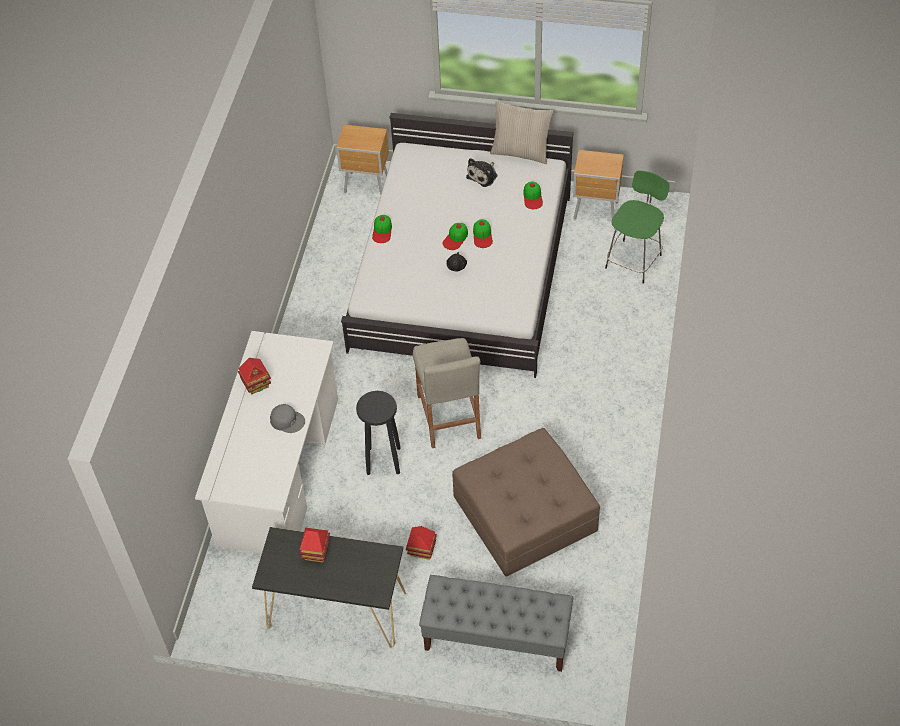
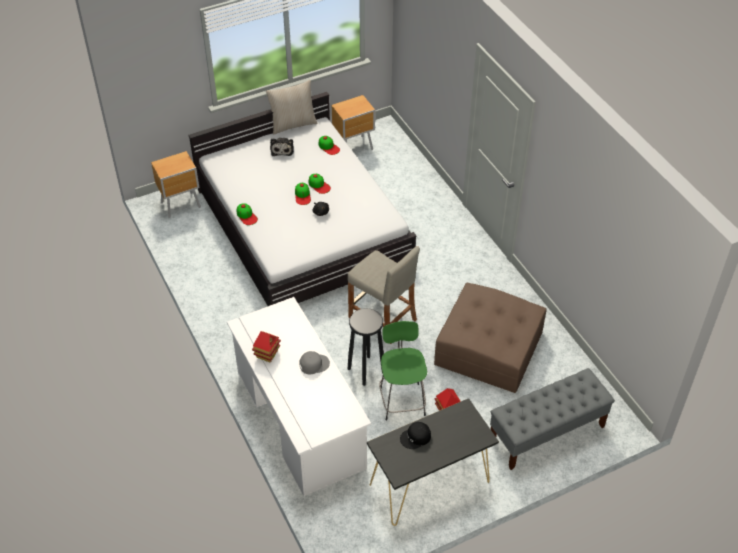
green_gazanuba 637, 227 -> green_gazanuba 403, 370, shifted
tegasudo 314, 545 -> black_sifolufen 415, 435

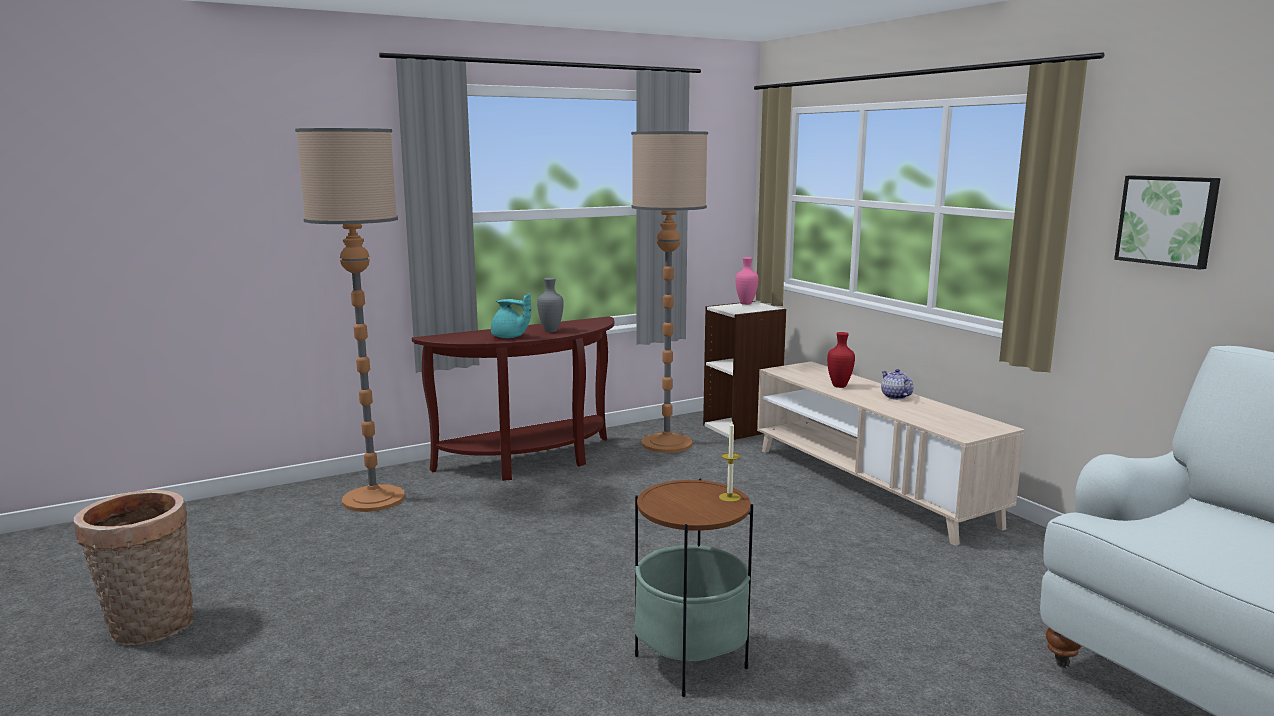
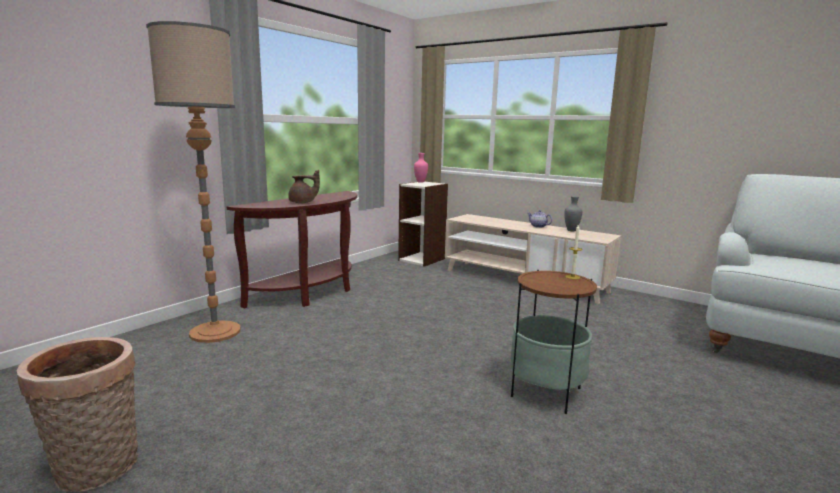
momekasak 669, 292 -> none
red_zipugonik 841, 360 -> none
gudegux 1167, 223 -> none
grey_zipugonik 550, 305 -> grey_zipugonik 573, 213, shifted
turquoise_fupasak 511, 315 -> brown_fupasak 304, 186

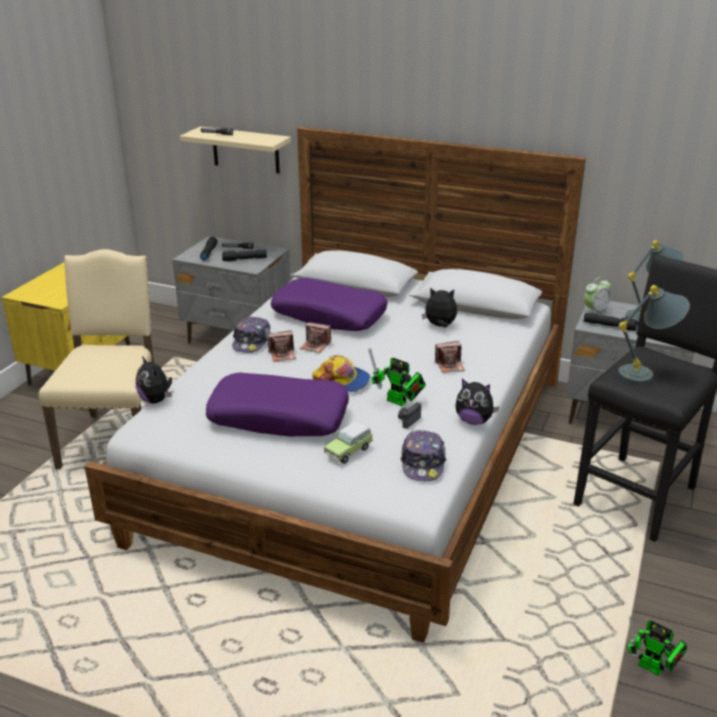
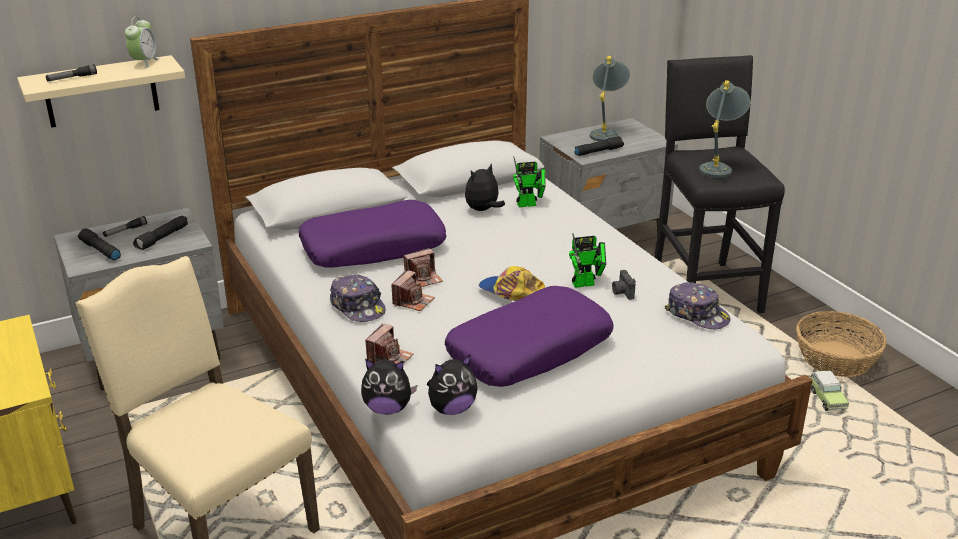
none -> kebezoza 841, 344
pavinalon 348, 442 -> pavinalon 830, 391, shifted
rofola 450, 357 -> rofola 389, 343, shifted
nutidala 477, 402 -> nutidala 452, 385, shifted
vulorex 597, 295 -> vulorex 142, 42, shifted
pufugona 657, 646 -> pufugona 529, 182, shifted
sifolufen 341, 373 -> sifolufen 512, 283, 120 degrees counterclockwise

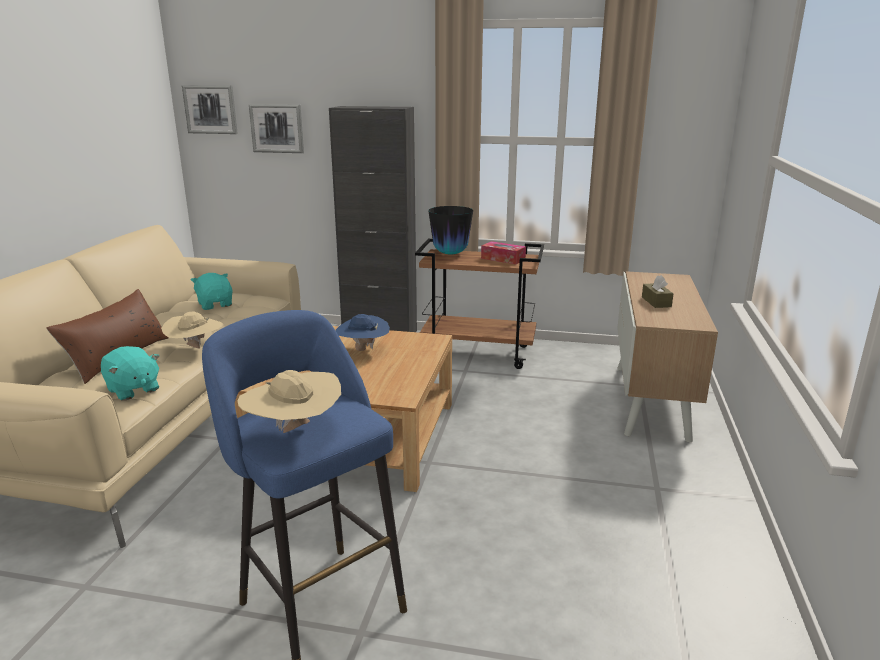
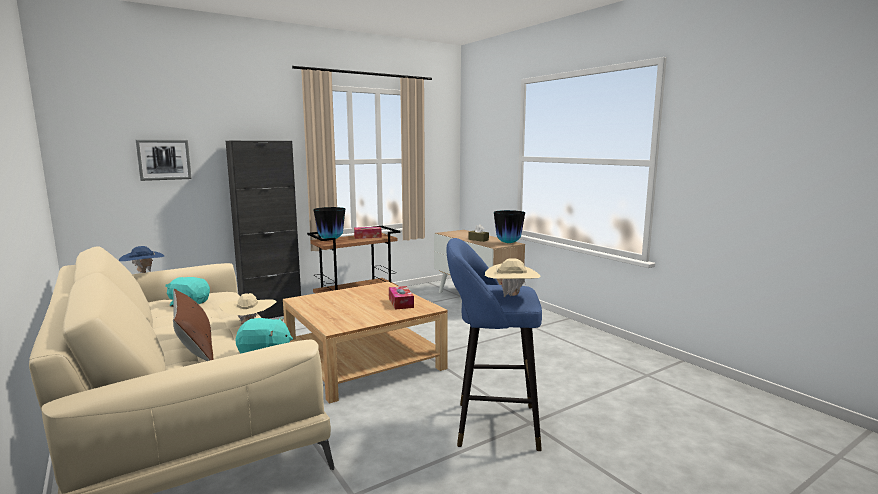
gudegux 210, 109 -> none
none -> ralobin 401, 297
none -> zipugonik 509, 226
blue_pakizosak 362, 332 -> blue_pakizosak 141, 259, shifted

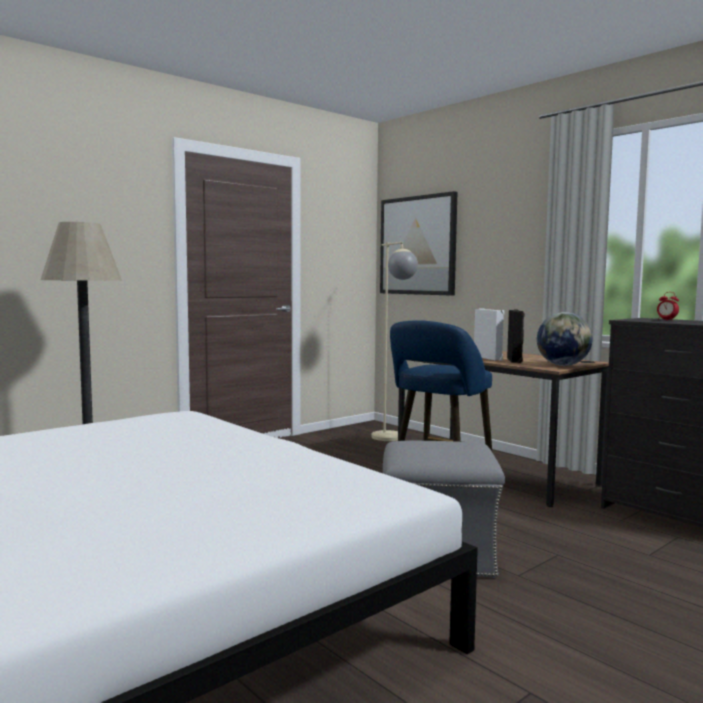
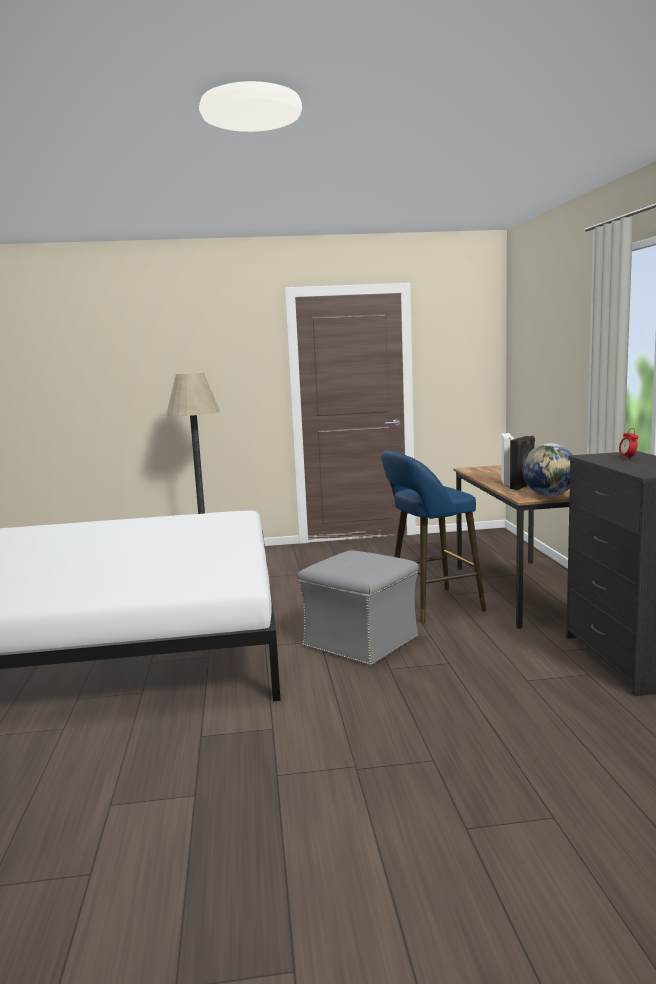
beige_momekasak 394, 341 -> none
gudegux 418, 243 -> none

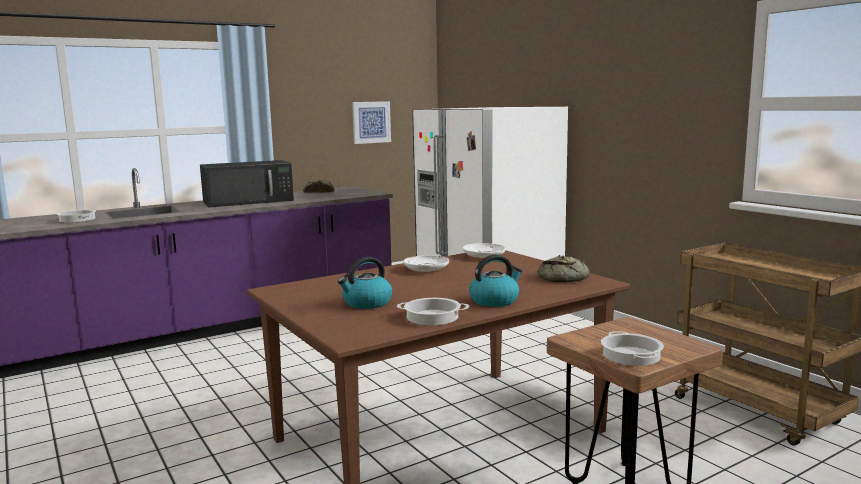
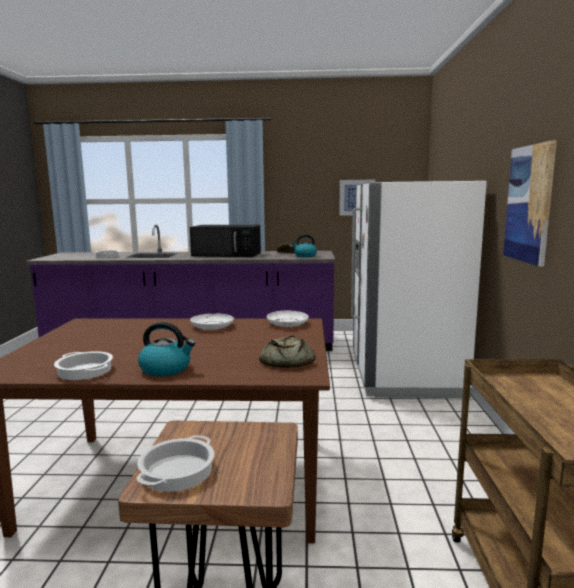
none -> gudegux 530, 203
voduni 365, 283 -> voduni 304, 245, shifted

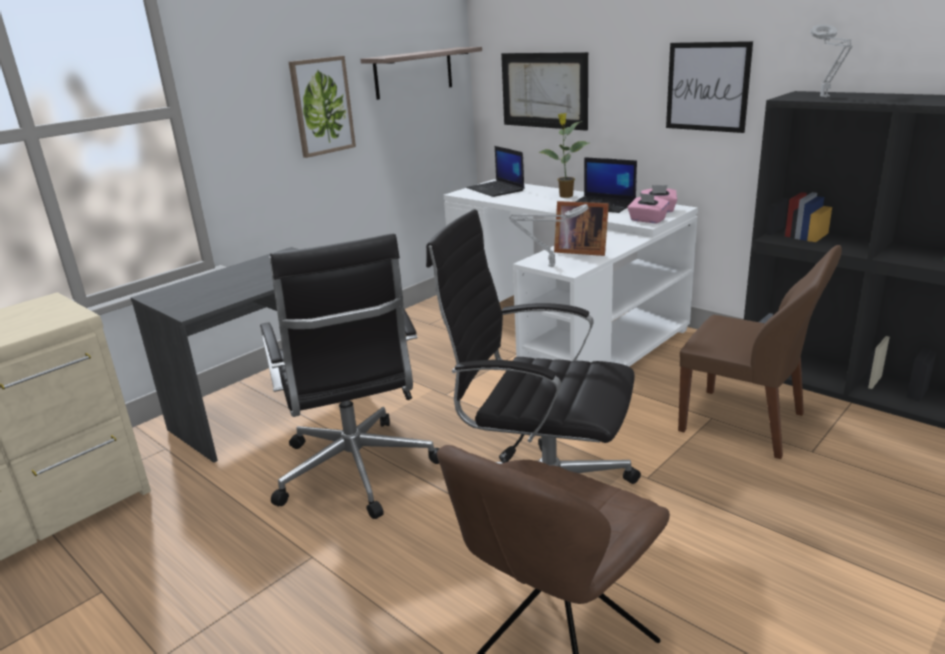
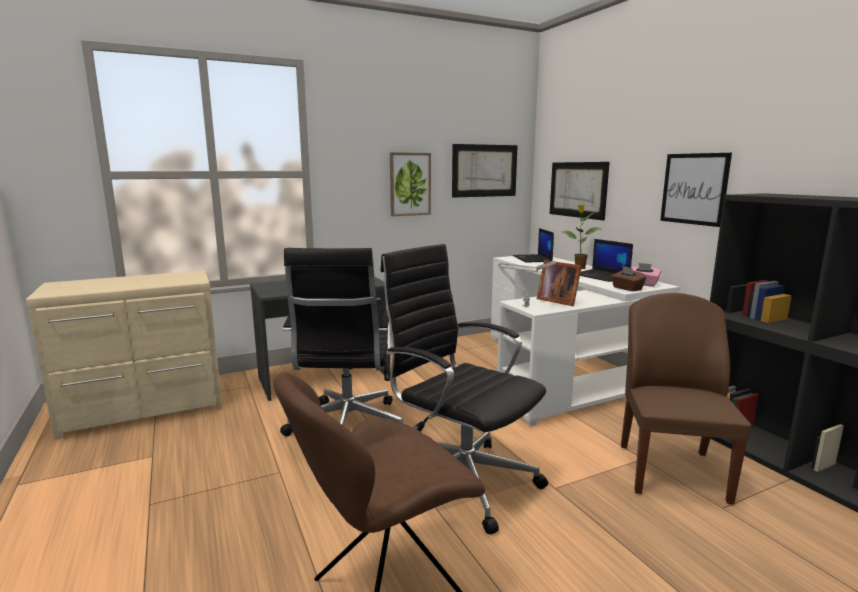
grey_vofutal 832, 61 -> none
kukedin 421, 73 -> gudegux 485, 171
pink_ralobin 648, 208 -> brown_ralobin 629, 278
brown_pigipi 760, 352 -> brown_pigipi 686, 398, 135 degrees counterclockwise

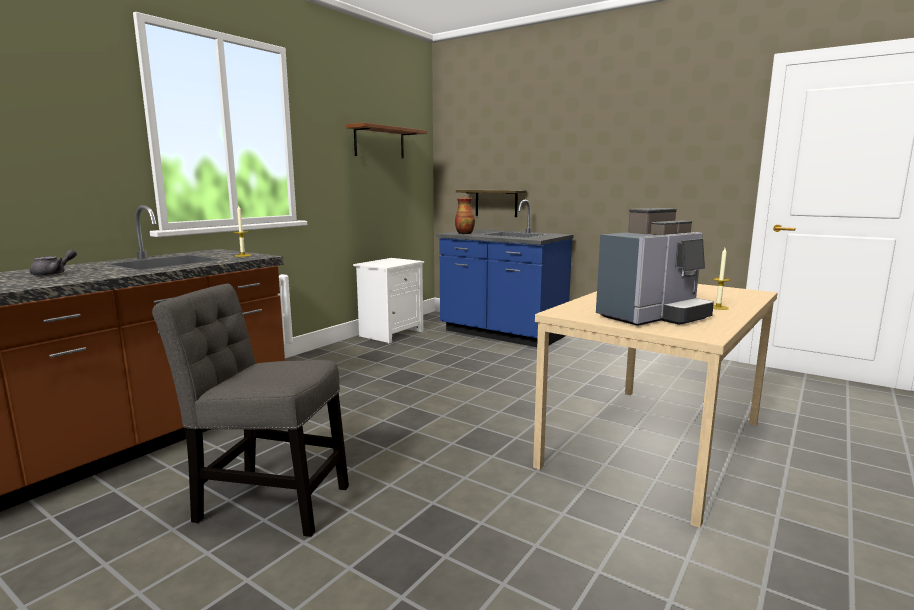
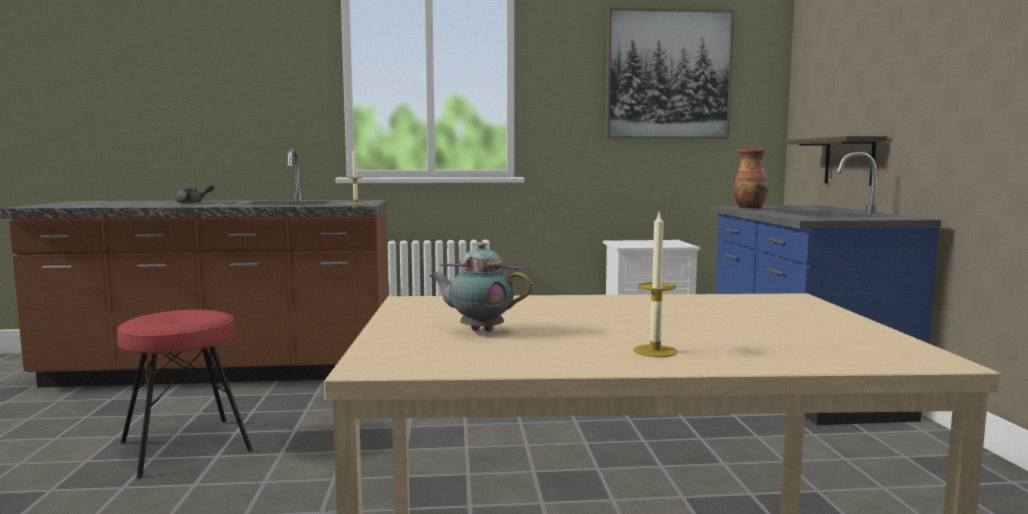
grey_pigipi 250, 410 -> red_gazanuba 185, 394
brown_kukedin 386, 141 -> gudegux 670, 73
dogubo 655, 267 -> fupasak 481, 287

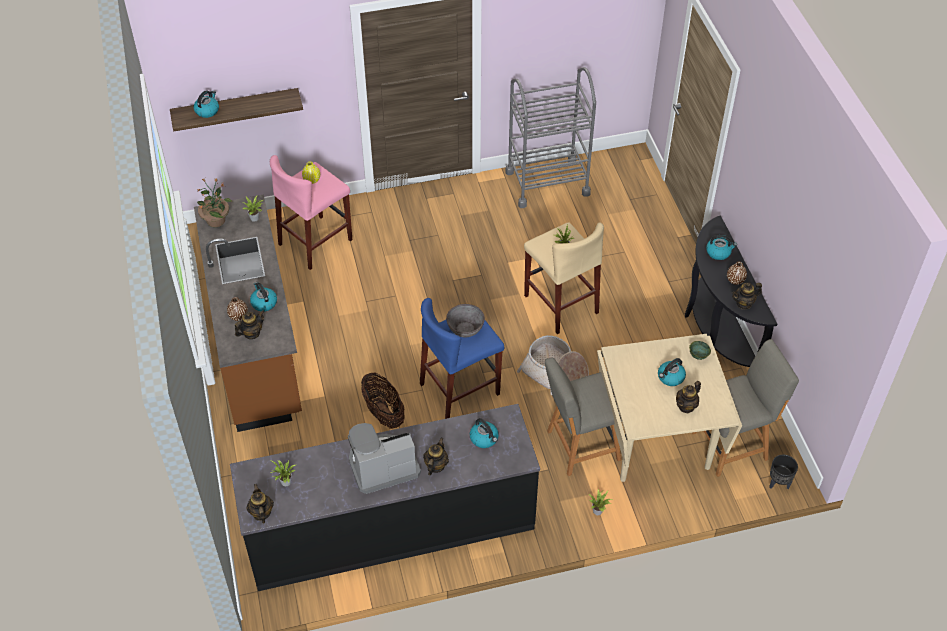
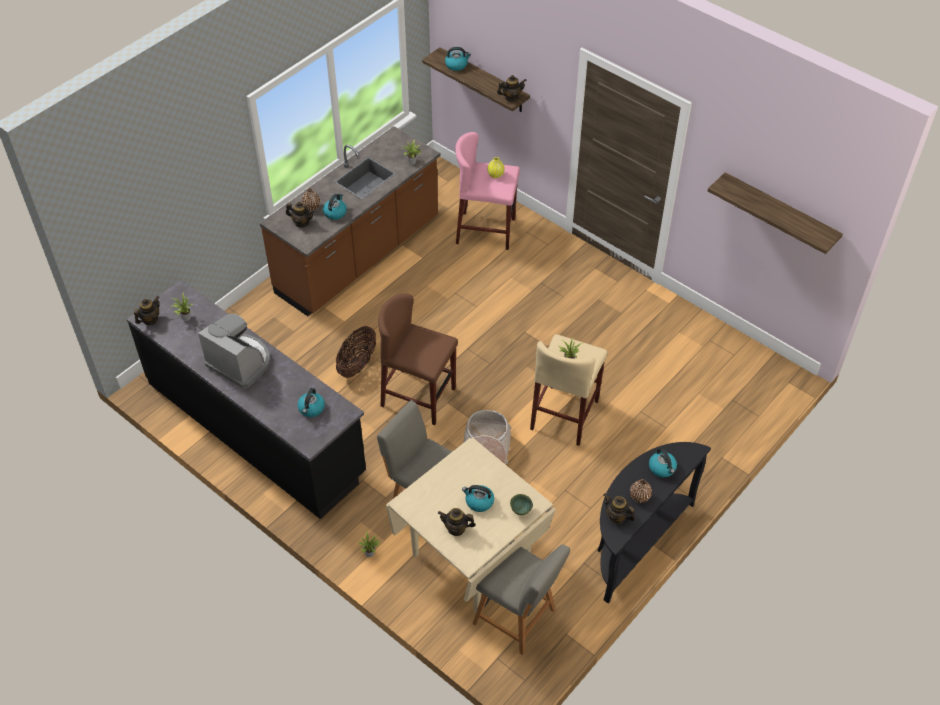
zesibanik 214, 202 -> none
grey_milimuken 465, 321 -> none
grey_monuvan 550, 137 -> none
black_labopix 783, 471 -> none
none -> kukedin 775, 213
fupasak 436, 456 -> fupasak 512, 88, shifted
blue_gazanuba 462, 358 -> brown_gazanuba 418, 359

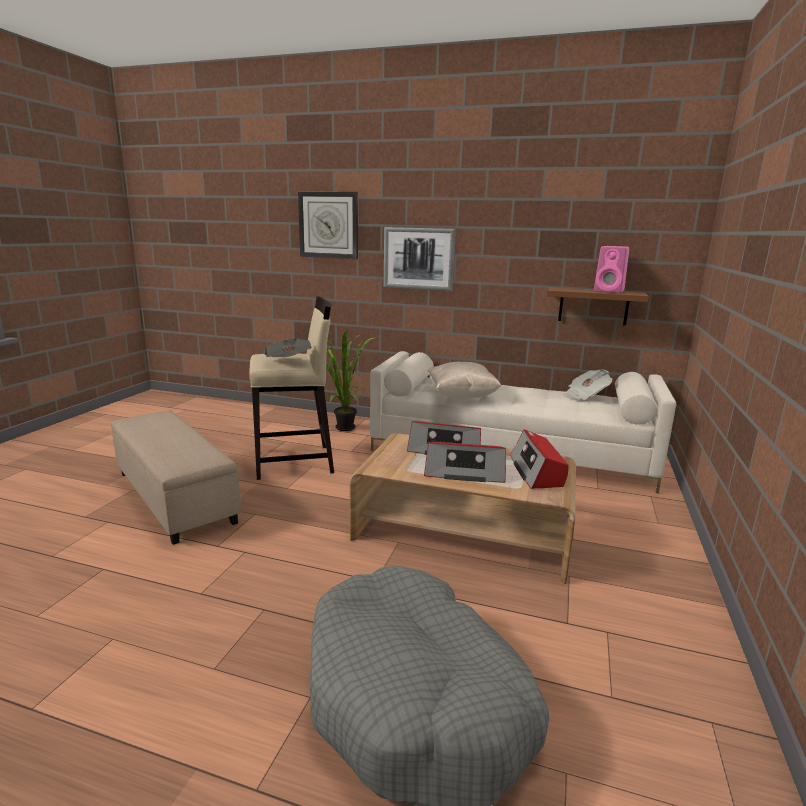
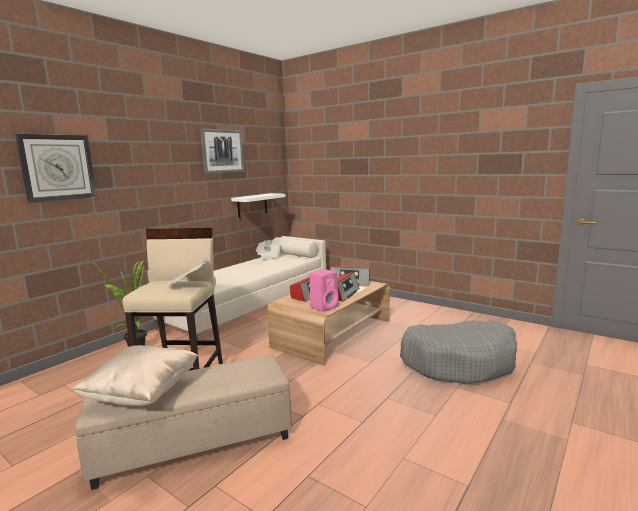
gudegux 419, 259 -> gudegux 222, 151, shifted
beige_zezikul 465, 380 -> beige_zezikul 135, 375, shifted
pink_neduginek 611, 269 -> pink_neduginek 324, 290, shifted
brown_kukedin 598, 306 -> white_kukedin 258, 205

